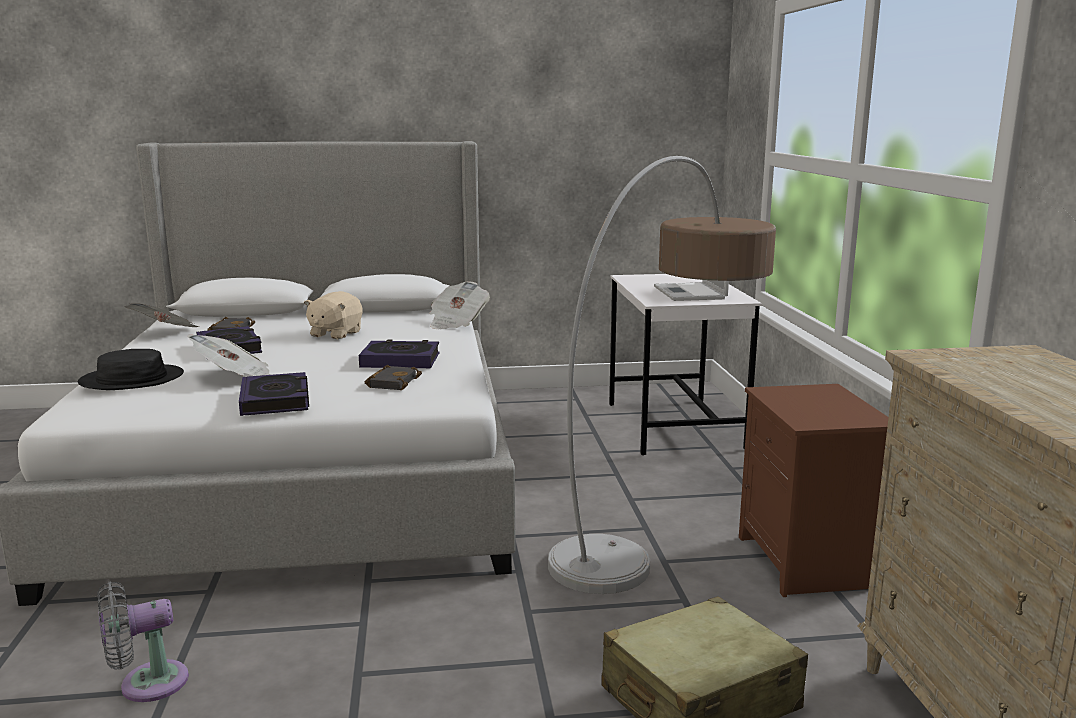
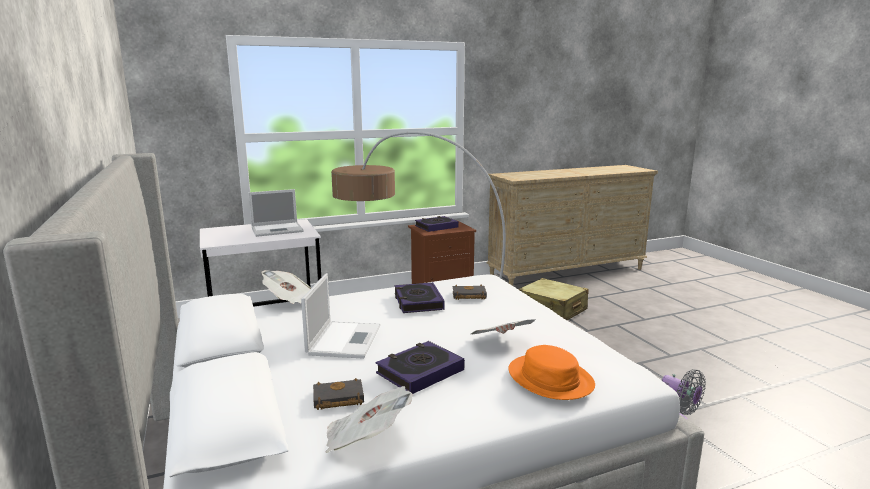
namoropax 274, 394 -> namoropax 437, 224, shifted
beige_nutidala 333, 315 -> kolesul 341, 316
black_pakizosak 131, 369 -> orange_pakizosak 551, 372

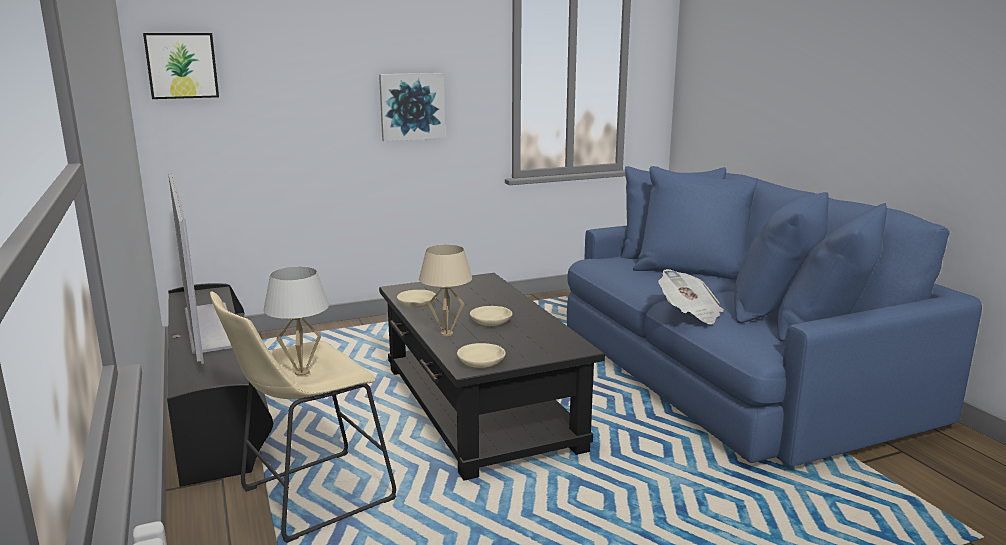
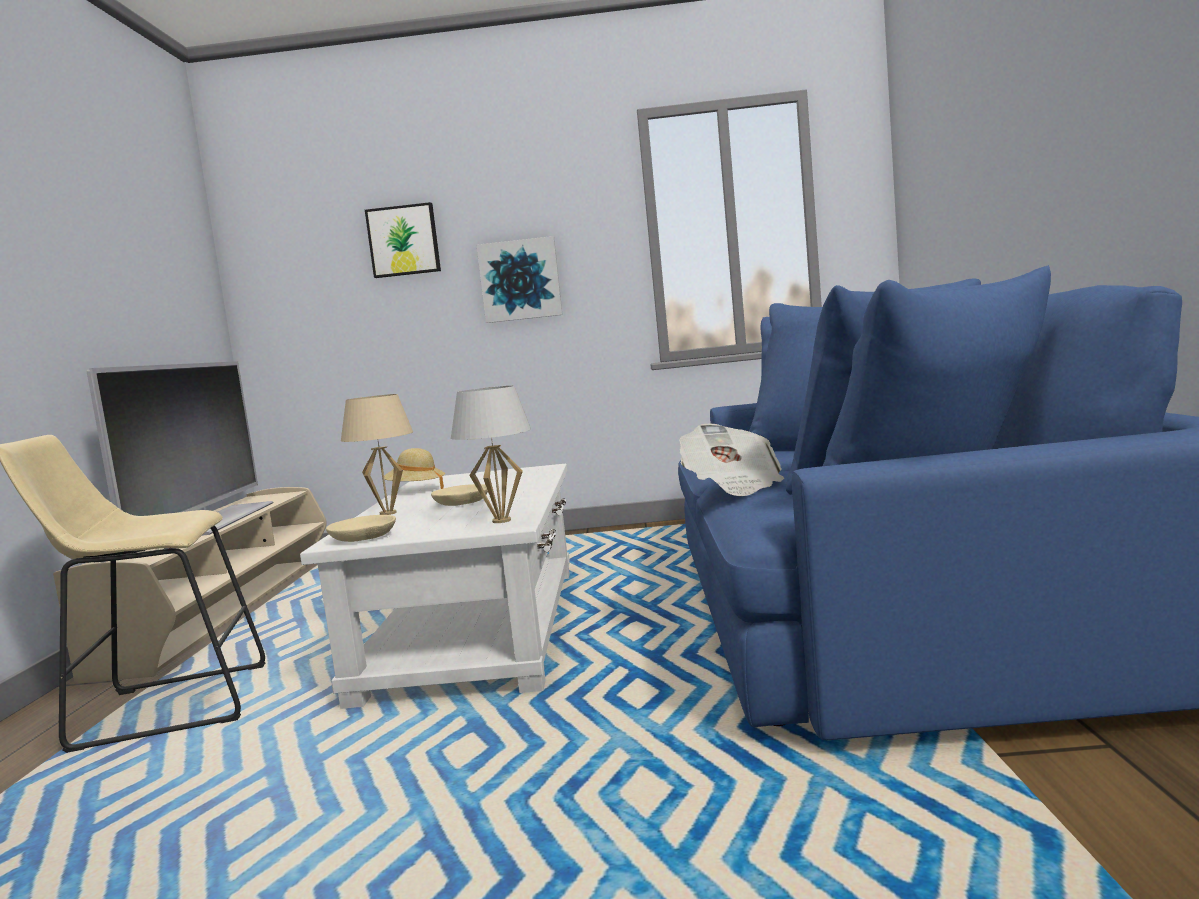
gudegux 181, 66 -> gudegux 403, 240, shifted
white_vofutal 296, 321 -> white_vofutal 491, 454, shifted
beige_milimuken 416, 299 -> beige_pakizosak 414, 468
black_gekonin 220, 385 -> beige_gekonin 190, 585
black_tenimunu 492, 377 -> white_tenimunu 435, 586

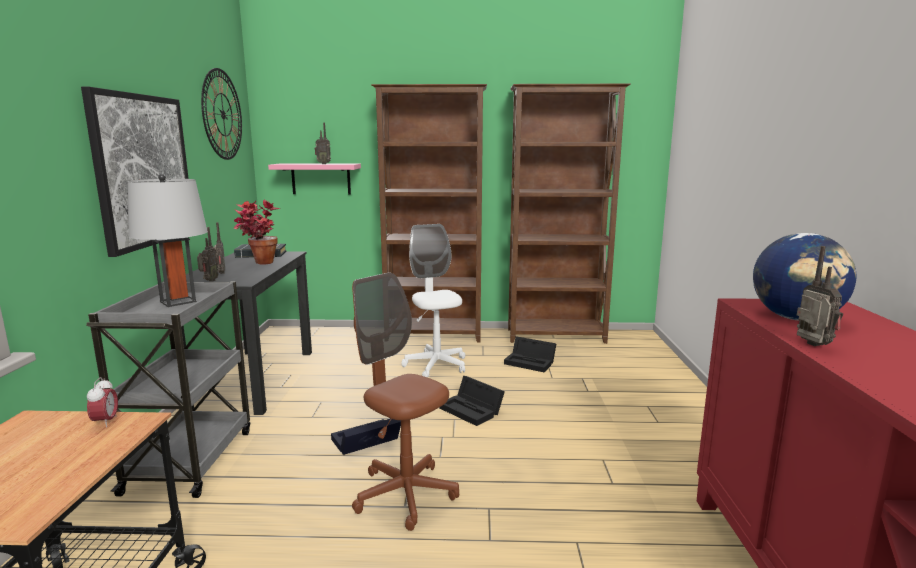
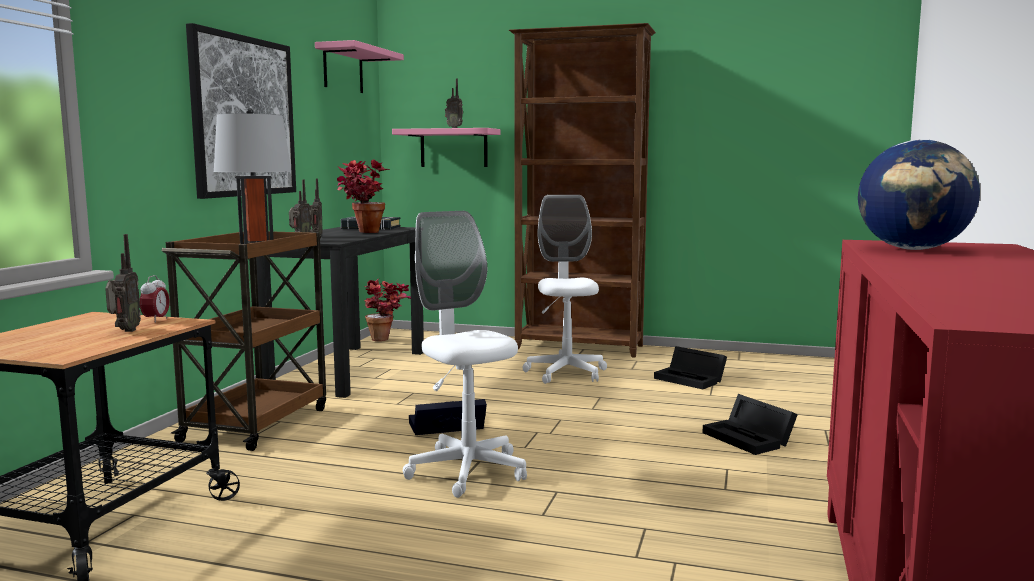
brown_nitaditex 569, 214 -> none
none -> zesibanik 387, 309
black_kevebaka 472, 401 -> black_kevebaka 750, 424, shifted
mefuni 820, 296 -> mefuni 123, 283, shifted
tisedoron 221, 114 -> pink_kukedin 359, 66
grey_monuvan 168, 389 -> brown_monuvan 244, 341
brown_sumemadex 405, 401 -> white_sumemadex 465, 354

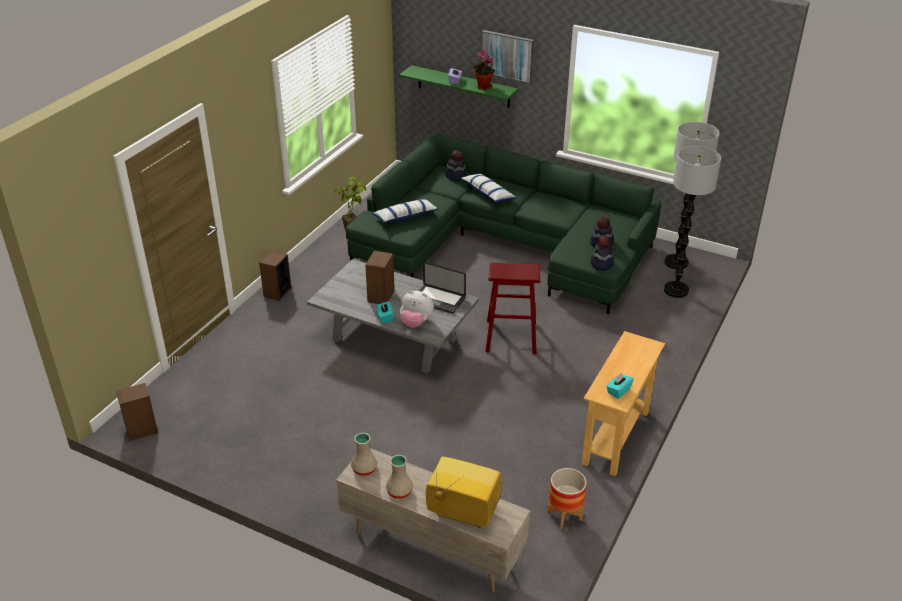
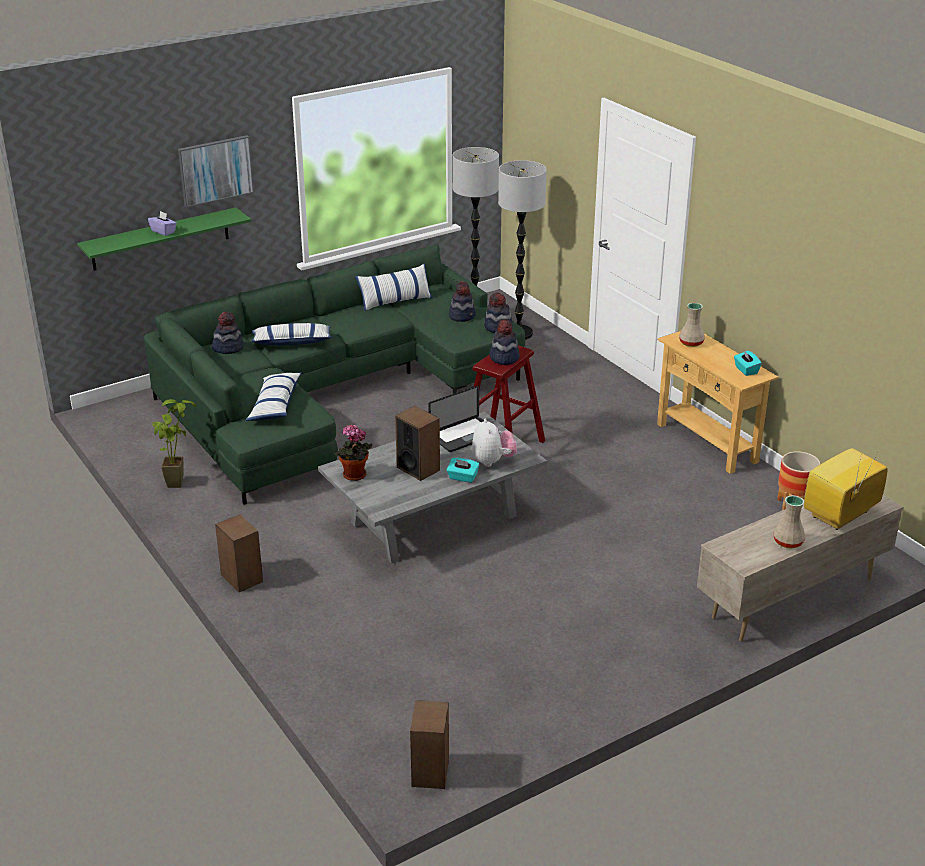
none -> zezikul 394, 286
none -> pakizosak 505, 342
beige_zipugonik 364, 454 -> beige_zipugonik 692, 325, shifted
zesibanik 484, 70 -> zesibanik 353, 453, shifted
nutidala 417, 309 -> nutidala 494, 443, 60 degrees counterclockwise

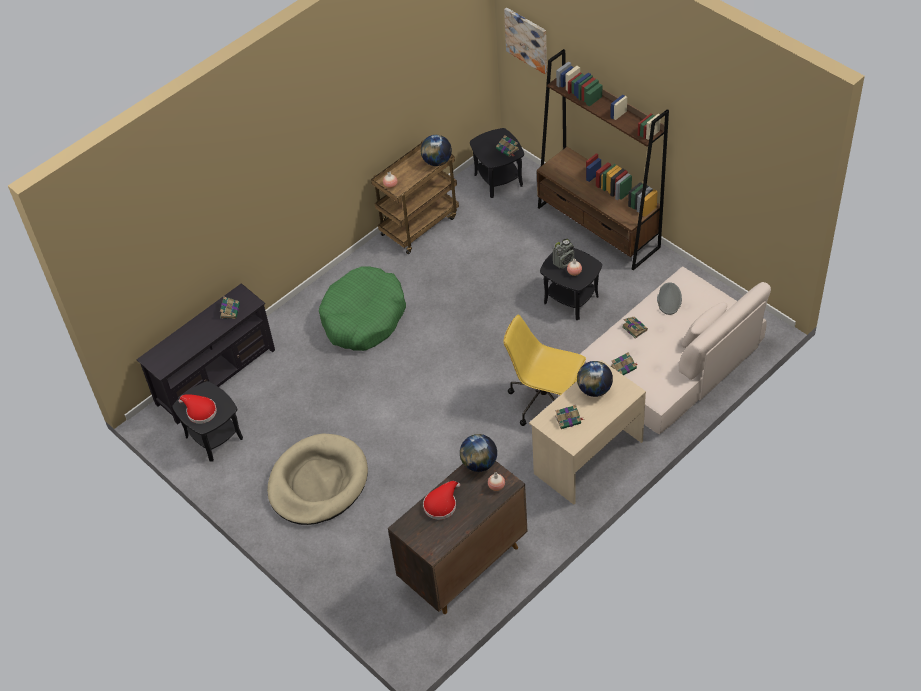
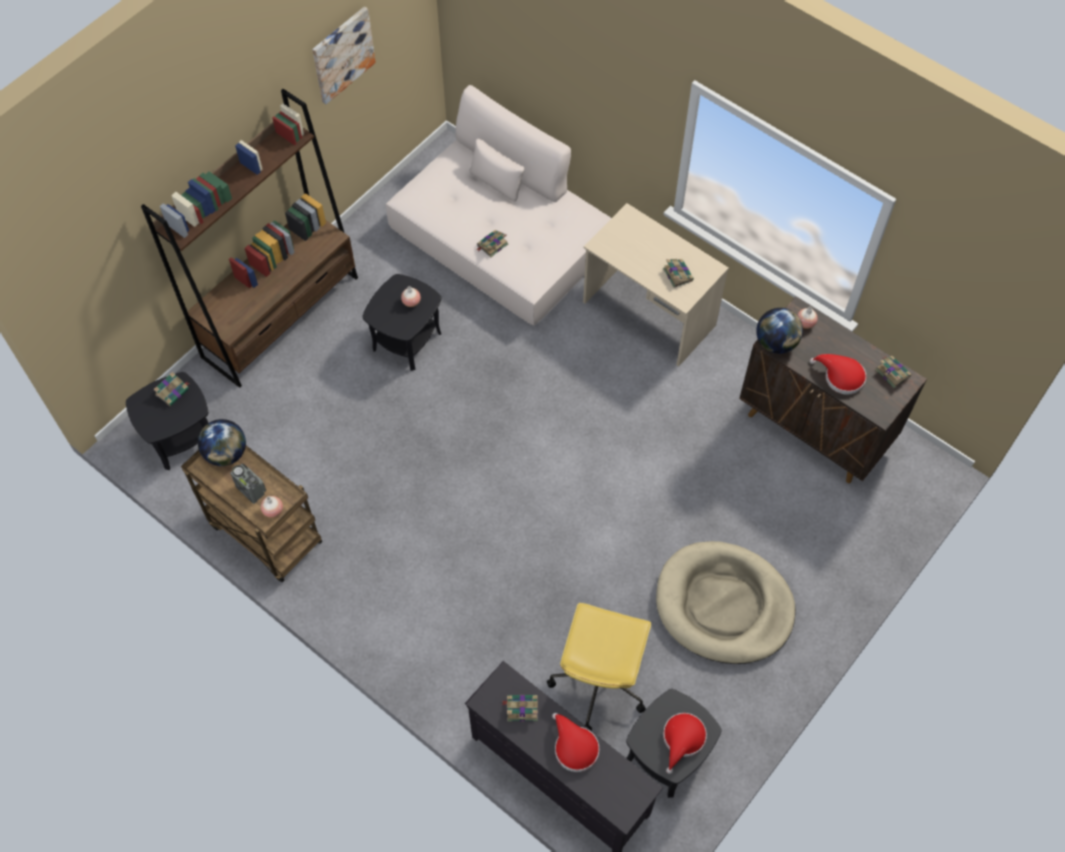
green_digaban 362, 308 -> none
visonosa 595, 379 -> none
grey_pakizosak 669, 298 -> none
none -> red_pakizosak 575, 742
yellow_sumemadex 544, 370 -> yellow_sumemadex 599, 666, shifted
gudegux 525, 40 -> gudegux 344, 55, shifted
mefuni 563, 254 -> mefuni 248, 484, shifted
namoropax 624, 363 -> namoropax 893, 372, shifted

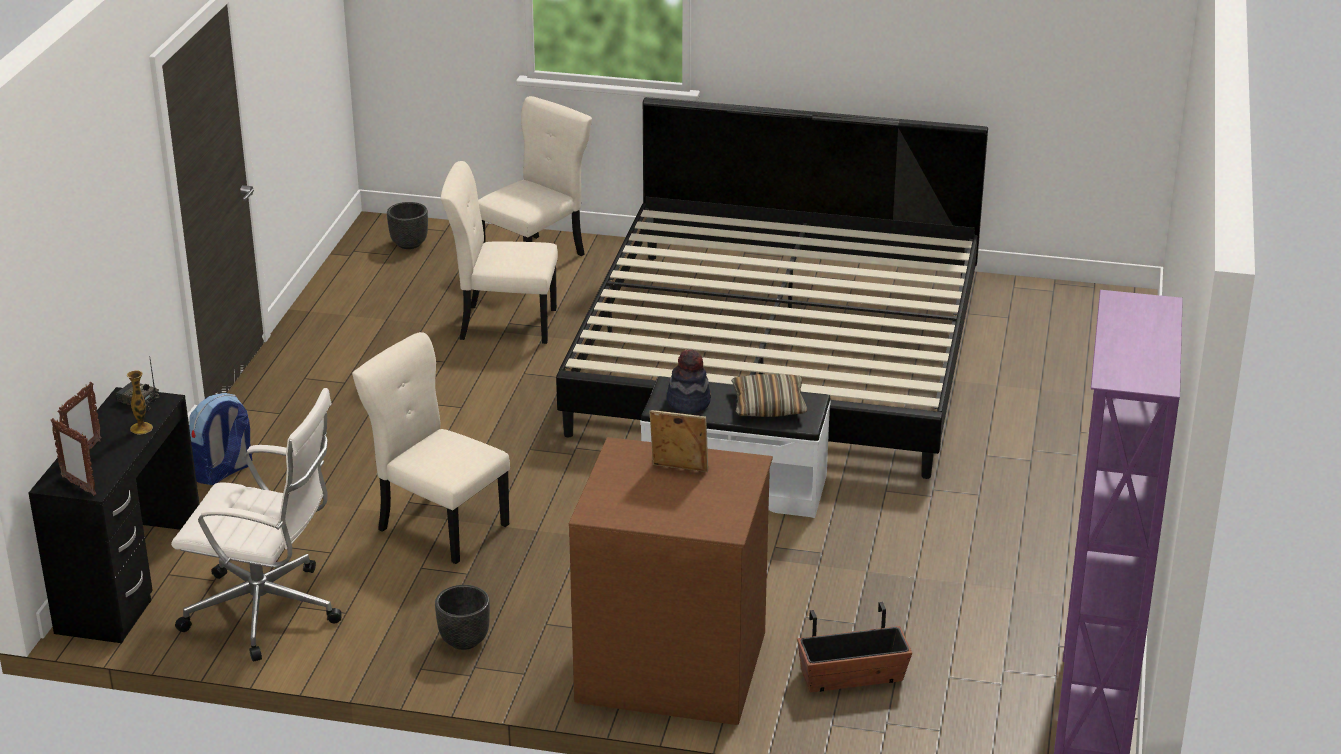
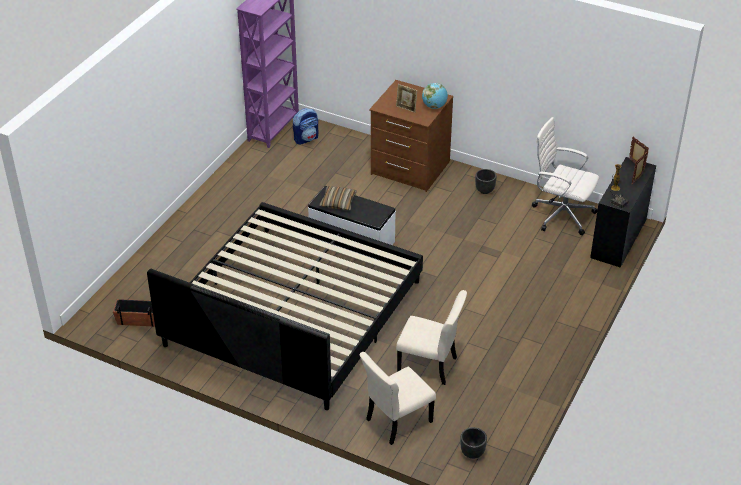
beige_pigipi 431, 448 -> none
pakizosak 689, 381 -> none
none -> visonosa 435, 96
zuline 220, 439 -> zuline 306, 126, shifted
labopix 854, 647 -> labopix 134, 313, shifted

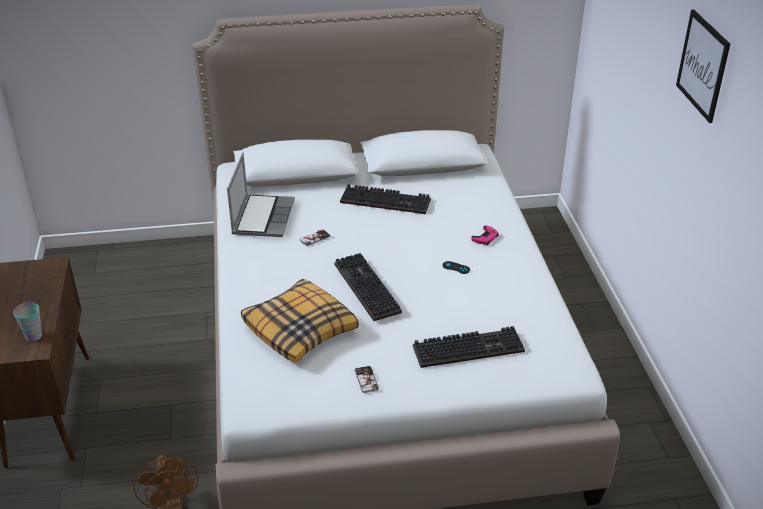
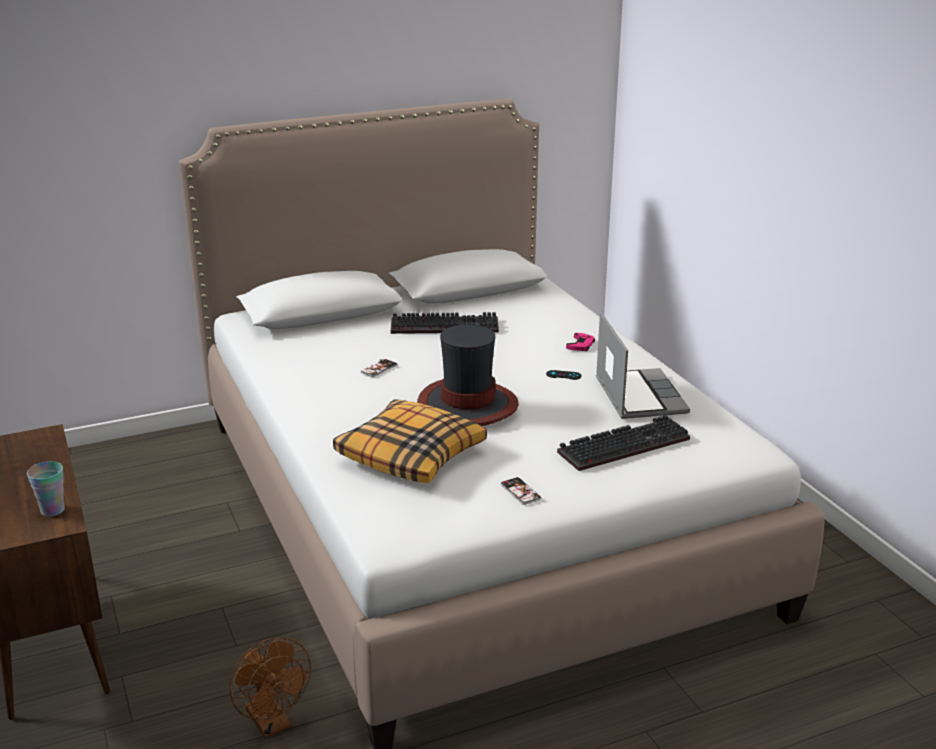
gudegux 703, 66 -> none
kolesul 261, 195 -> kolesul 643, 365, shifted
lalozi 368, 287 -> pakizosak 468, 375

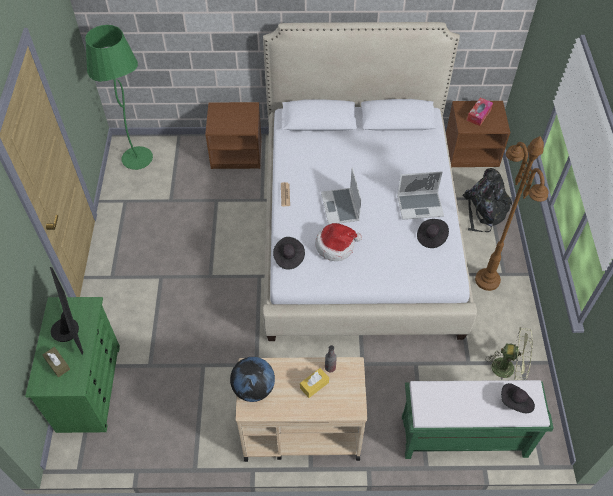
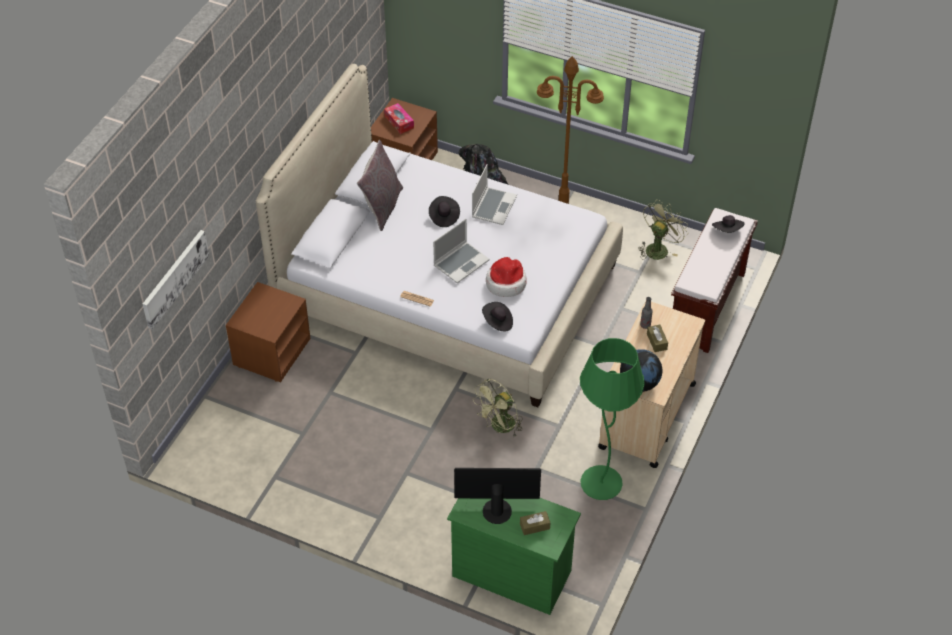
none -> gudegux 176, 280
none -> grey_zezikul 380, 185
none -> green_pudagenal 498, 408
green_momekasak 119, 97 -> green_momekasak 612, 419, shifted
black_pakizosak 433, 233 -> black_pakizosak 444, 211, shifted
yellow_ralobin 314, 383 -> brown_ralobin 657, 338
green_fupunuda 478, 419 -> brown_fupunuda 714, 280
kolesul 341, 196 -> kolesul 461, 251, 60 degrees counterclockwise

